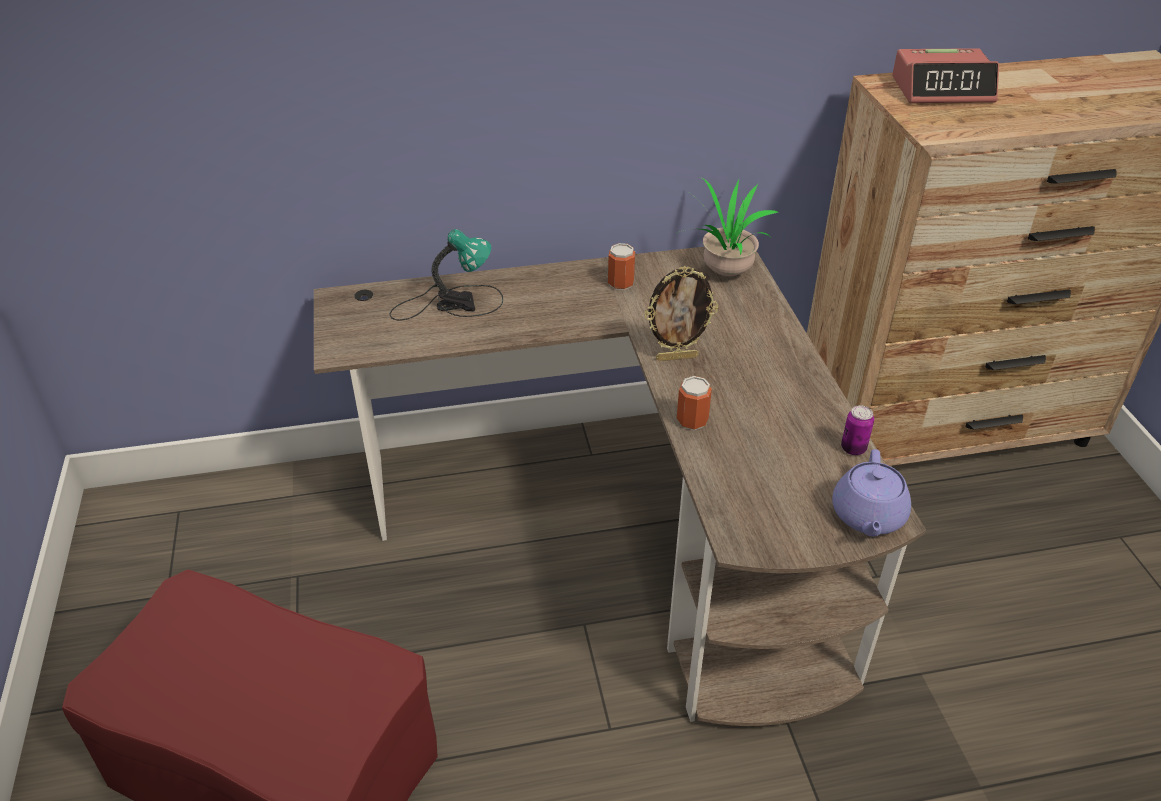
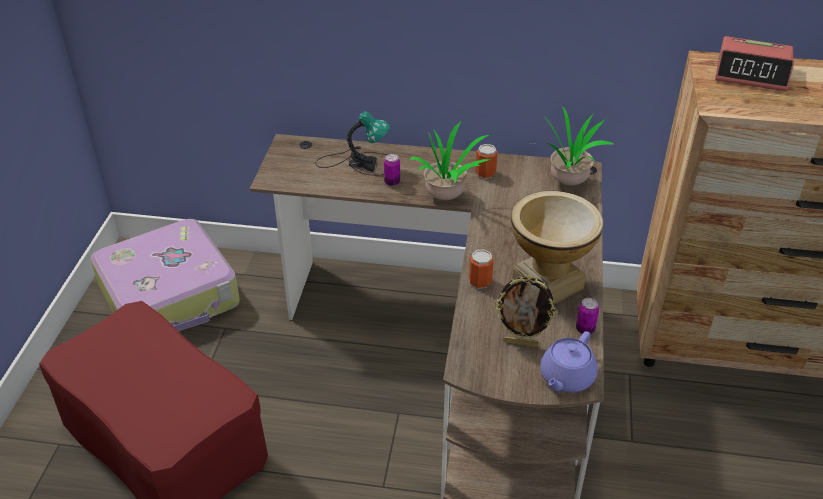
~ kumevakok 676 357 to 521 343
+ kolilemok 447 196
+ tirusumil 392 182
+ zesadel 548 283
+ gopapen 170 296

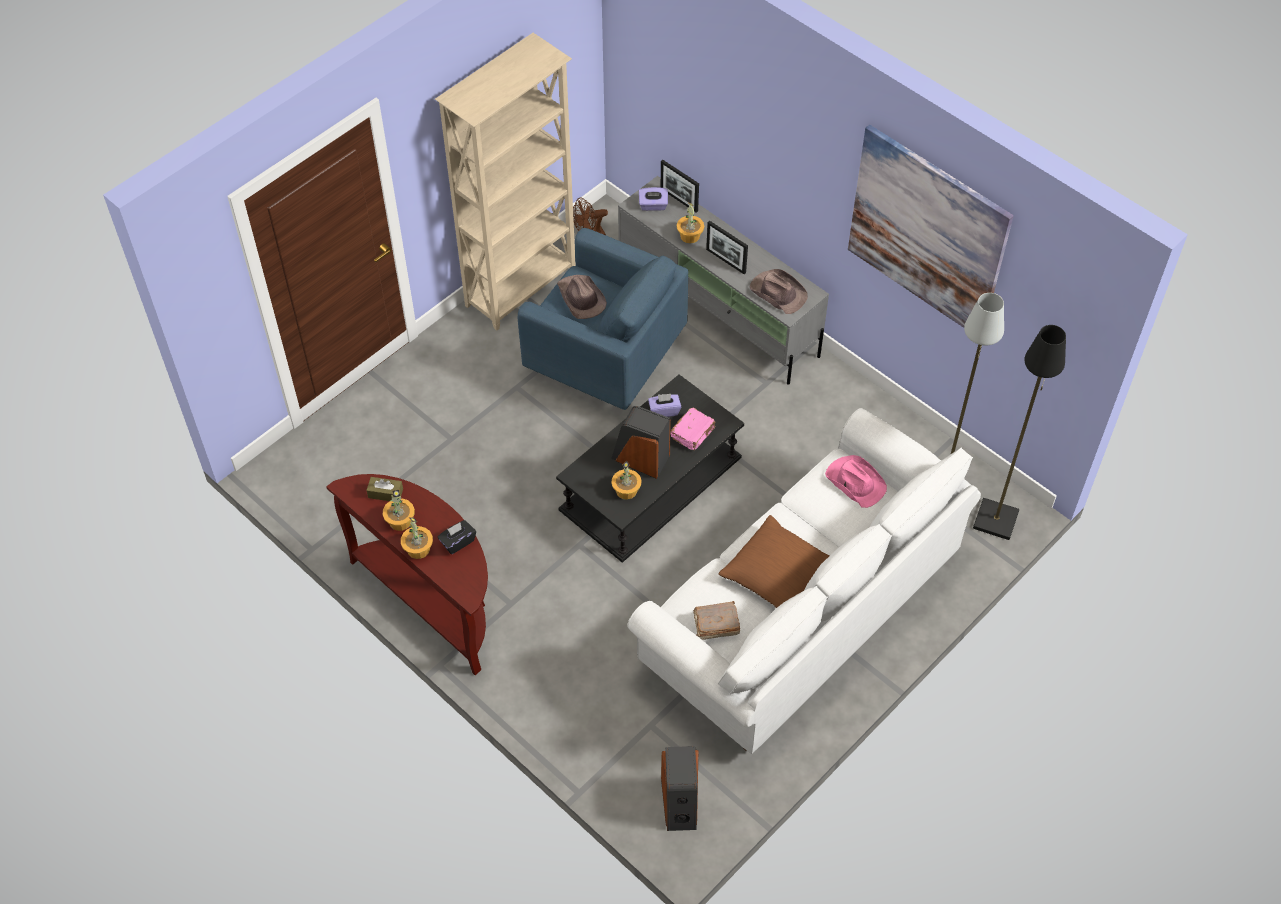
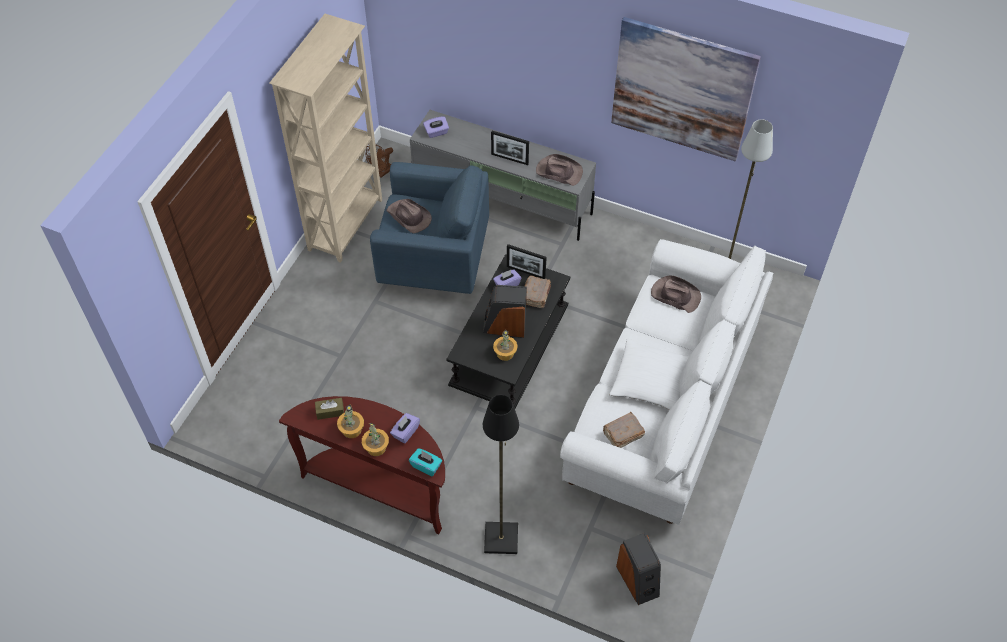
~ kumevakok 679 200 to 526 272
- kolilemok 689 236
~ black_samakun 996 519 to 501 538
~ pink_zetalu 693 433 to brown_zetalu 536 295
~ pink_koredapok 855 481 to brown_koredapok 675 295
~ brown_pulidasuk 778 575 to white_pulidasuk 651 382
~ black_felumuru 457 542 to purple_felumuru 405 432
+ turquoise_felumuru 426 466

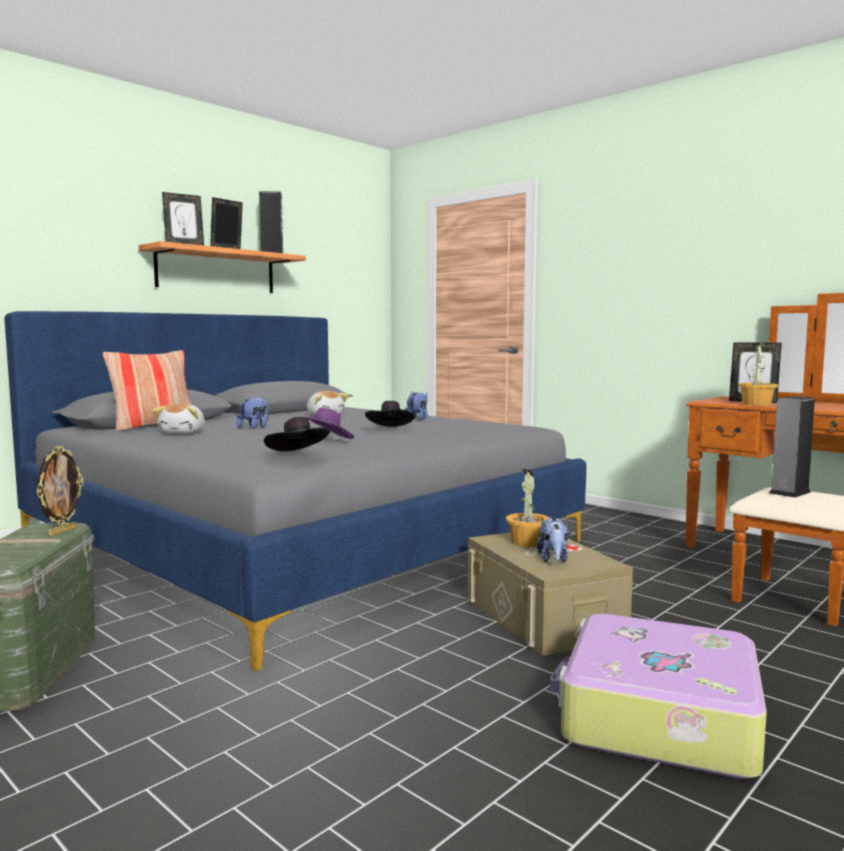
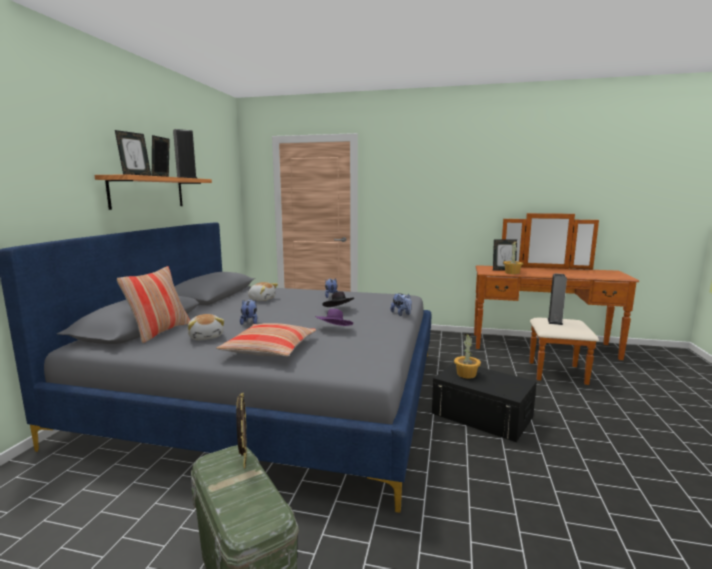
- black_koredapok 298 455
~ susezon 553 559 to 401 314
~ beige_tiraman 543 617 to black_tiraman 482 415
- gopapen 657 717
+ pulidasuk 269 349

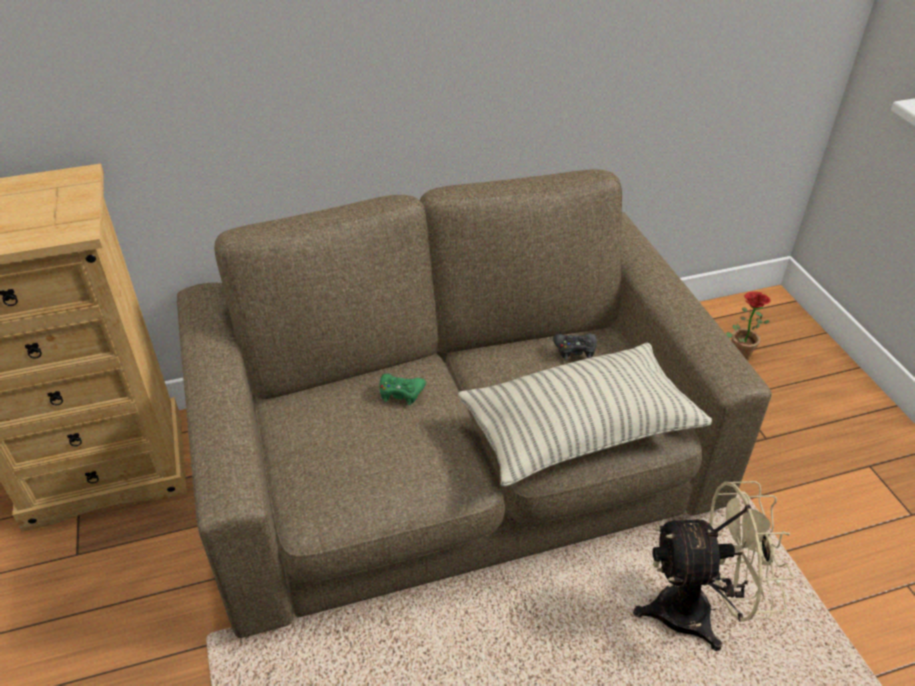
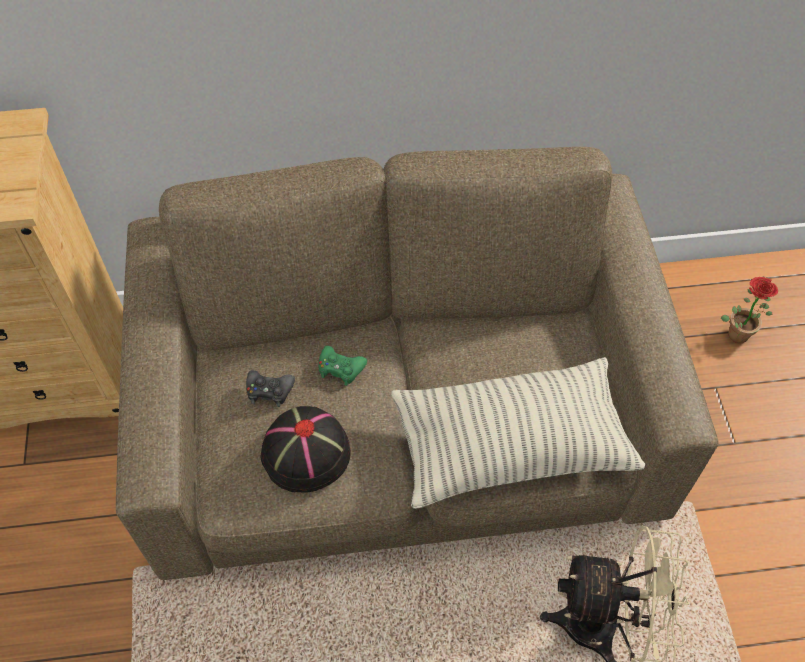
~ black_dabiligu 575 349 to 269 390
+ black_koredapok 305 453

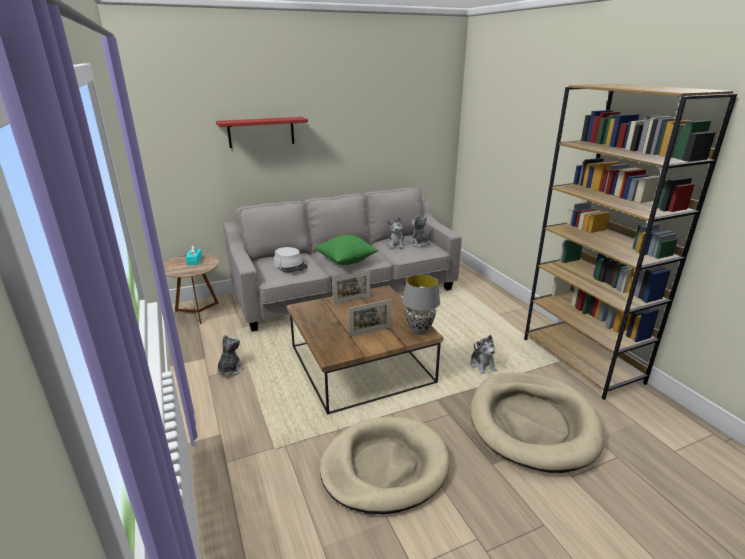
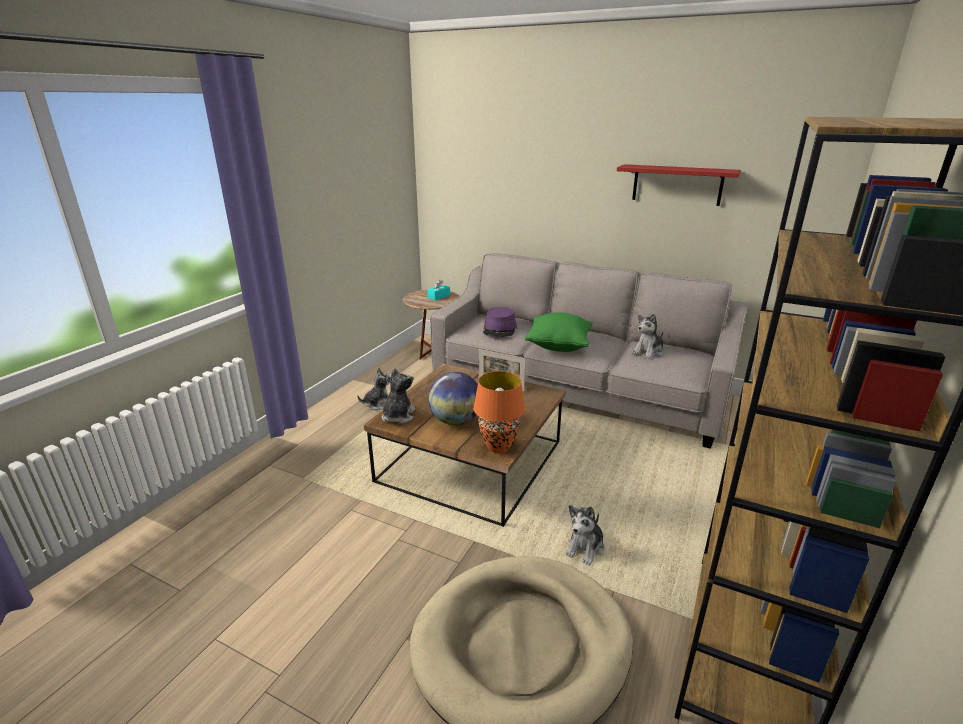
~ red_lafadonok 261 132 to 677 185
~ susezon 419 244 to 398 416
~ grey_koredapok 290 265 to purple_koredapok 499 329
~ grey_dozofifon 420 330 to orange_dozofifon 499 447
~ kumevakok 370 331 to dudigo 455 421
- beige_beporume 384 467

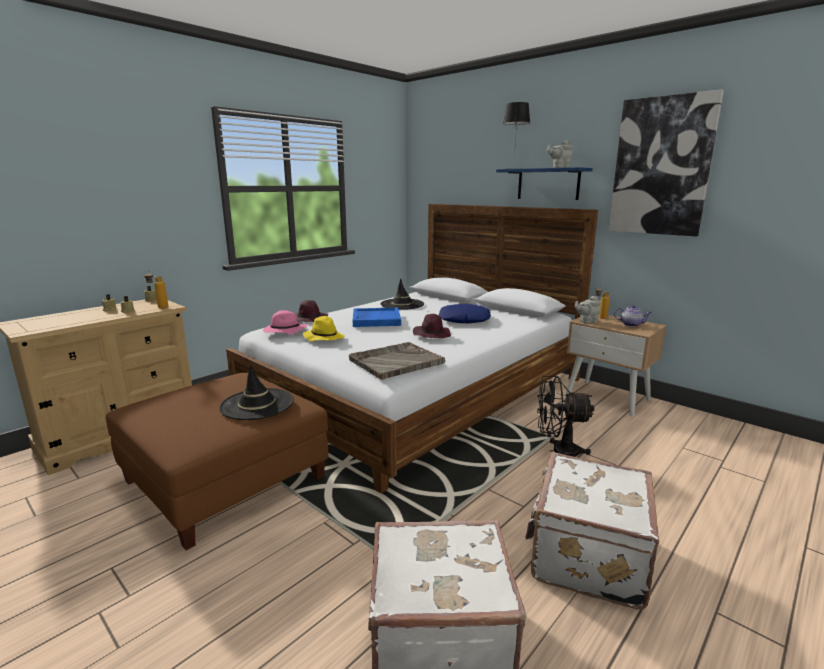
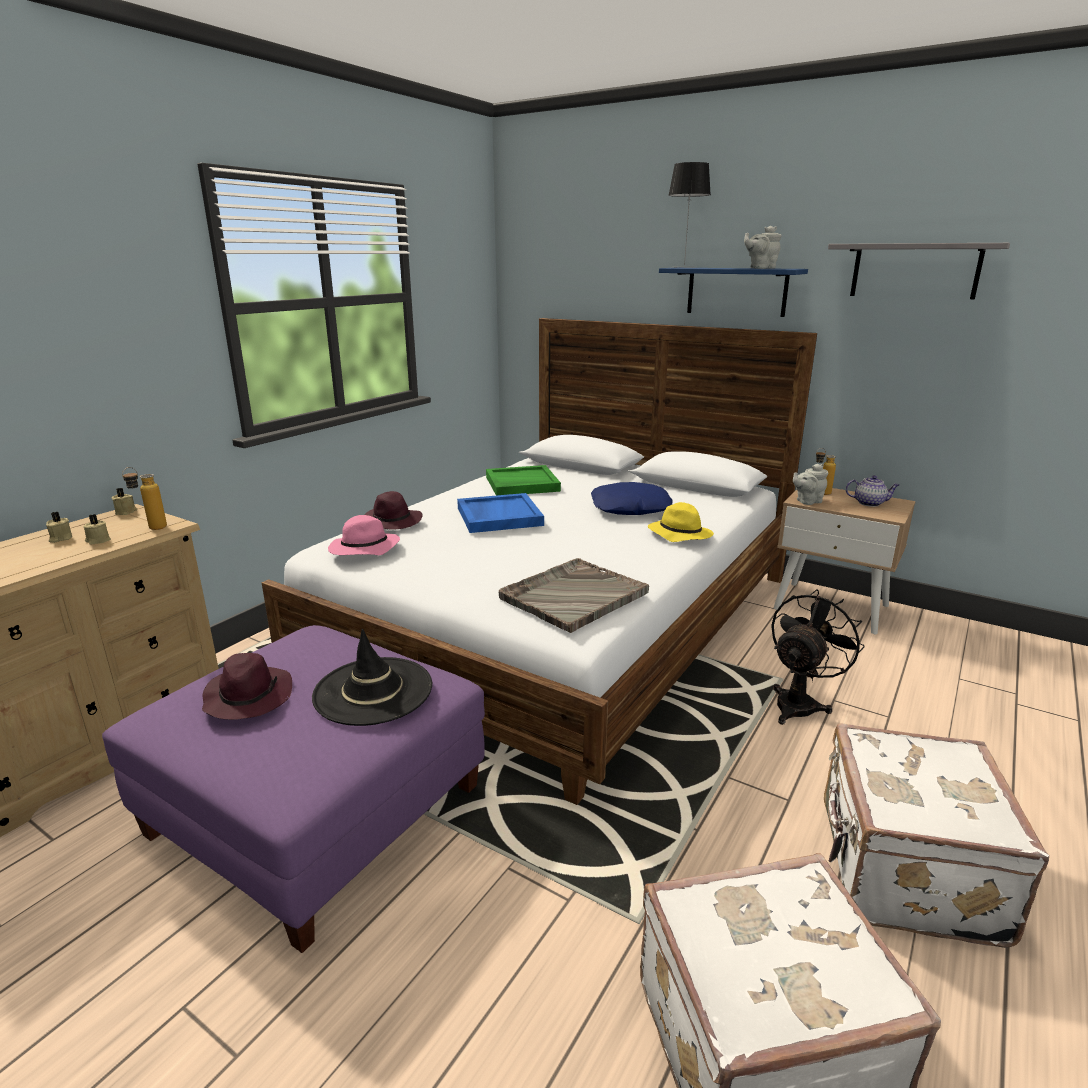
~ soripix 661 167 to grey_lafadonok 915 271
~ black_koredapok 402 304 to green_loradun 521 484
~ purple_koredapok 431 335 to 248 697
~ yellow_koredapok 323 338 to 679 534
~ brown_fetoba 227 479 to purple_fetoba 319 809
~ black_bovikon 557 452 = 799 703 135 degrees clockwise

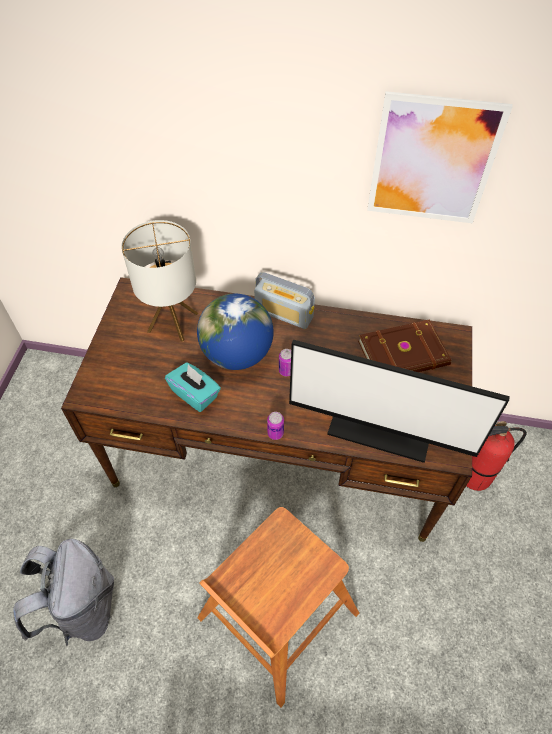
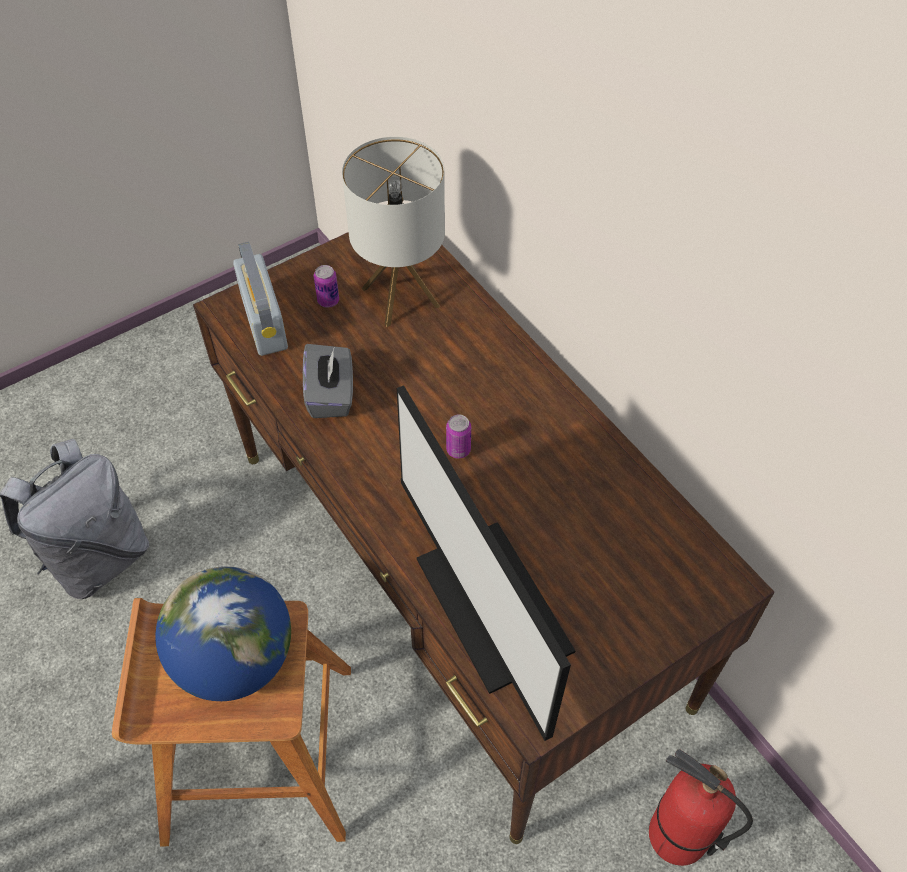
- soripix 432 161
~ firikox 284 314 to 264 321
~ dudigo 237 354 to 235 659
- brown_zetalu 404 354
~ turquoise_felumuru 195 394 to grey_felumuru 331 395
~ tirusumil 275 433 to 328 301

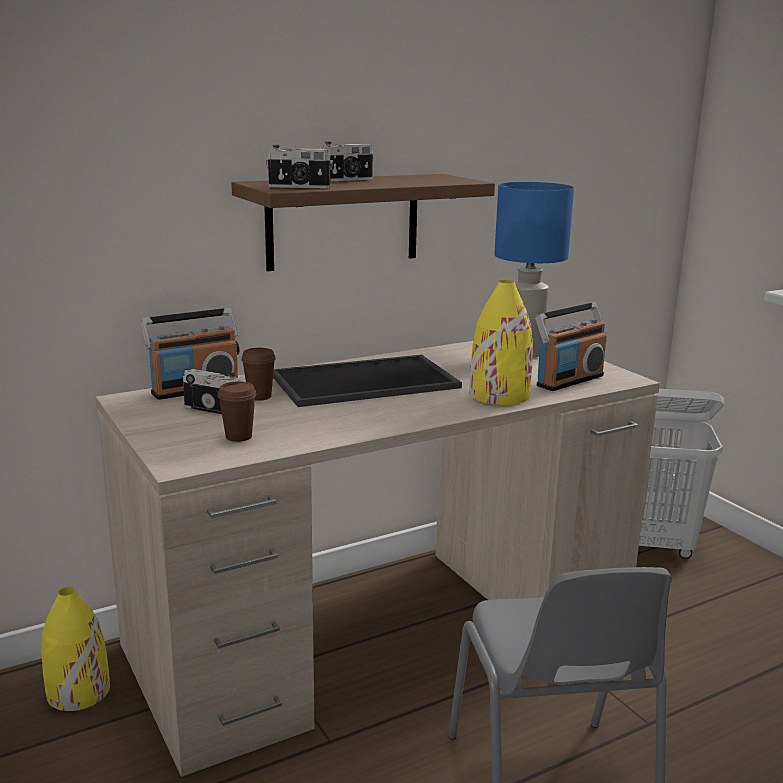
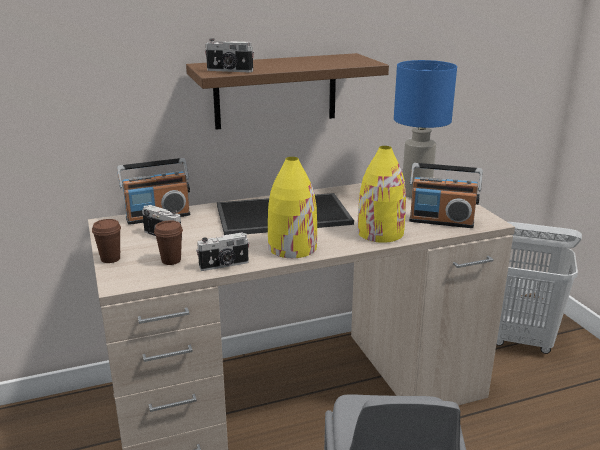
~ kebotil 347 180 to 224 265
~ firikox 569 380 = 441 221 45 degrees clockwise
~ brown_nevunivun 259 396 to 110 259
~ yellow_zesadel 78 691 to 292 247

